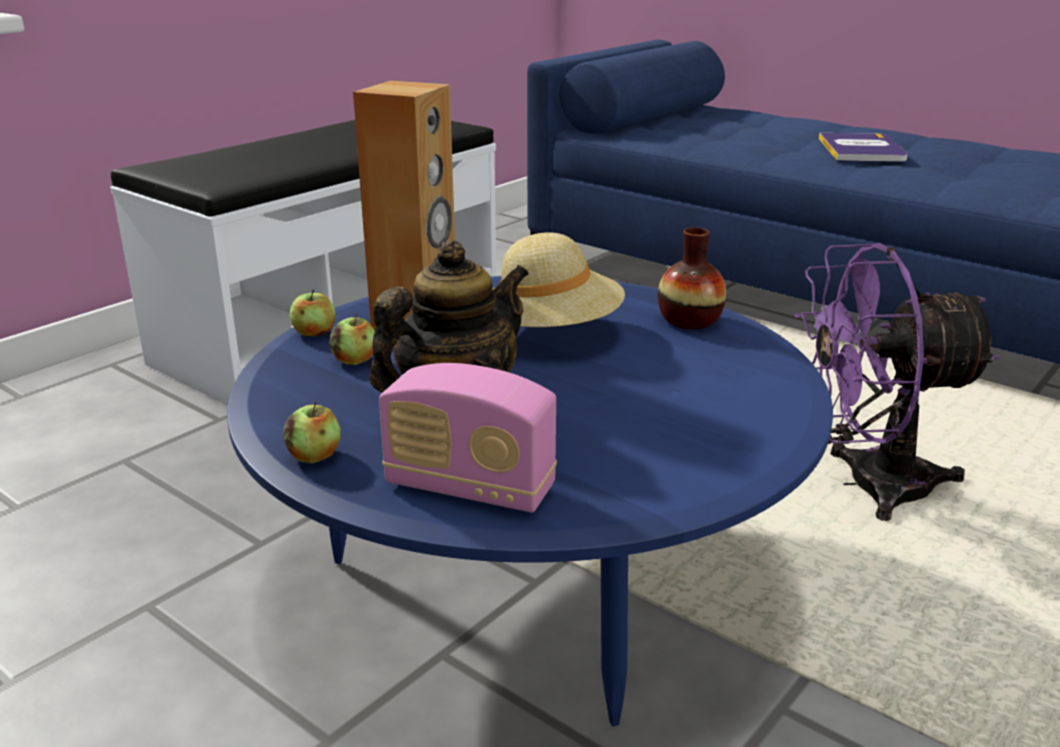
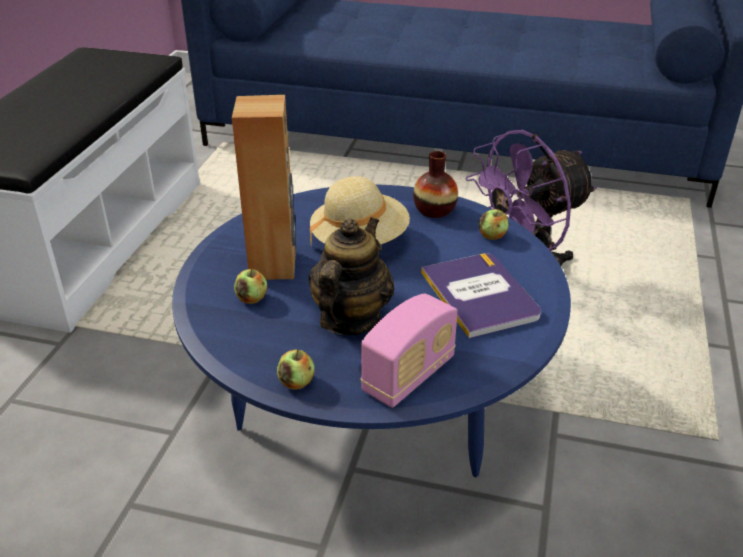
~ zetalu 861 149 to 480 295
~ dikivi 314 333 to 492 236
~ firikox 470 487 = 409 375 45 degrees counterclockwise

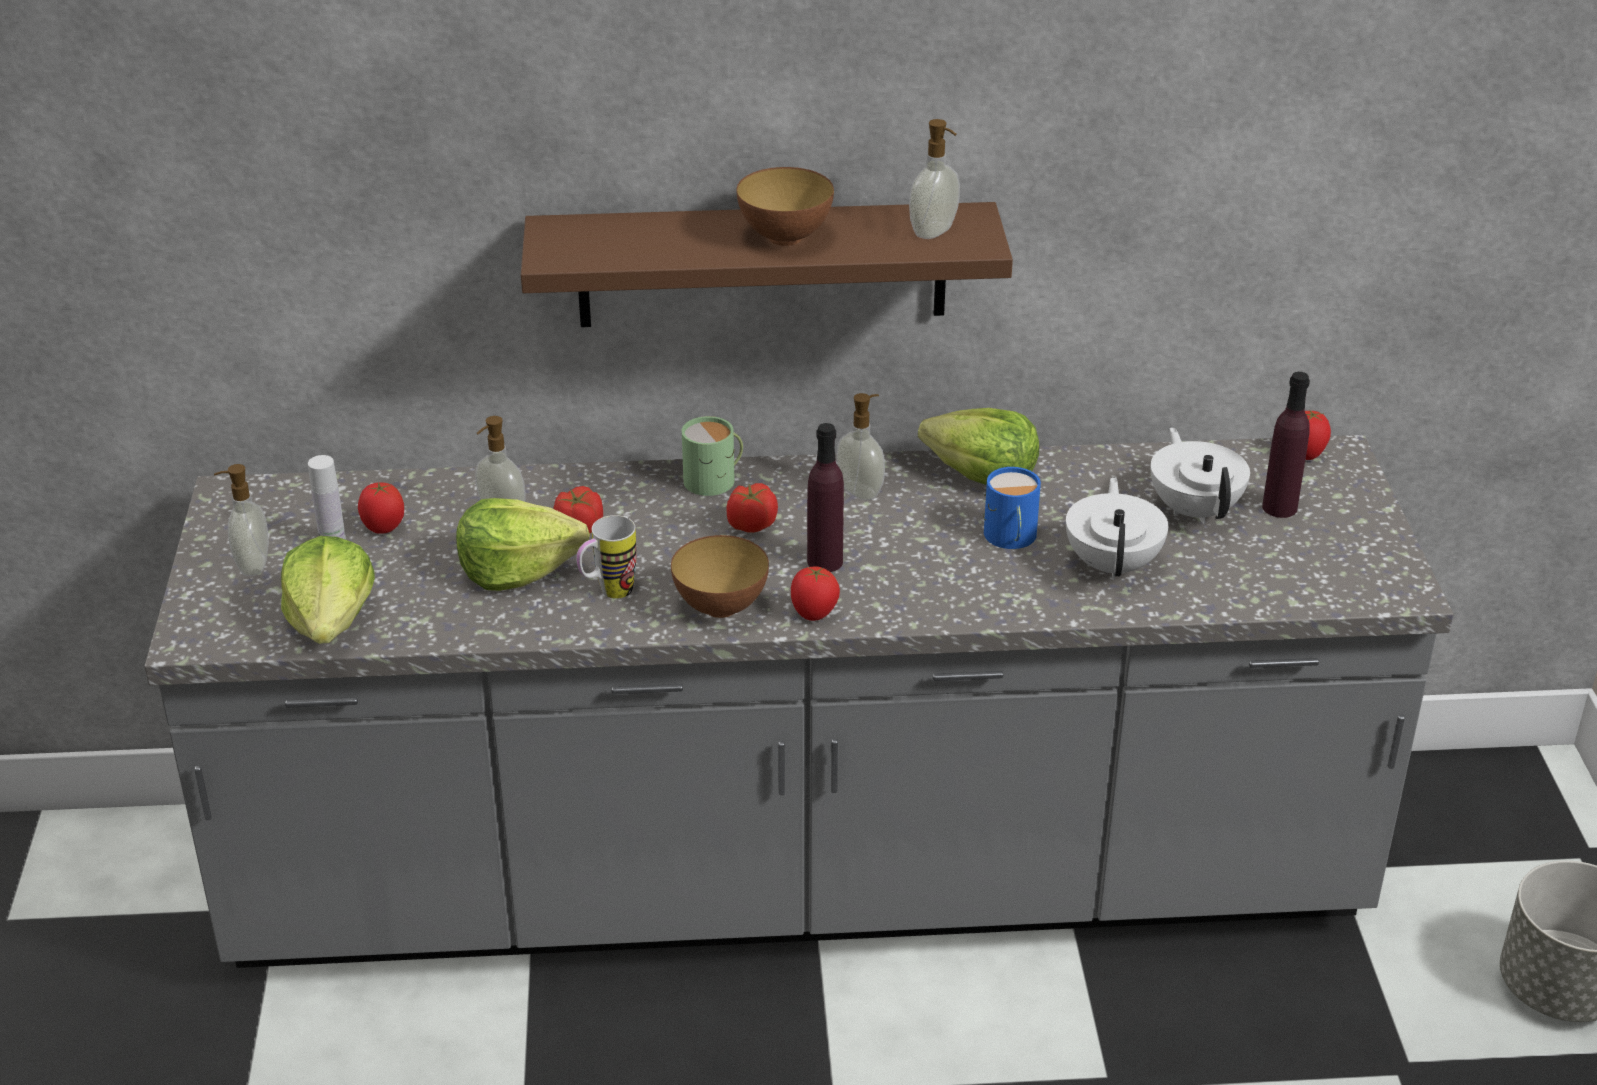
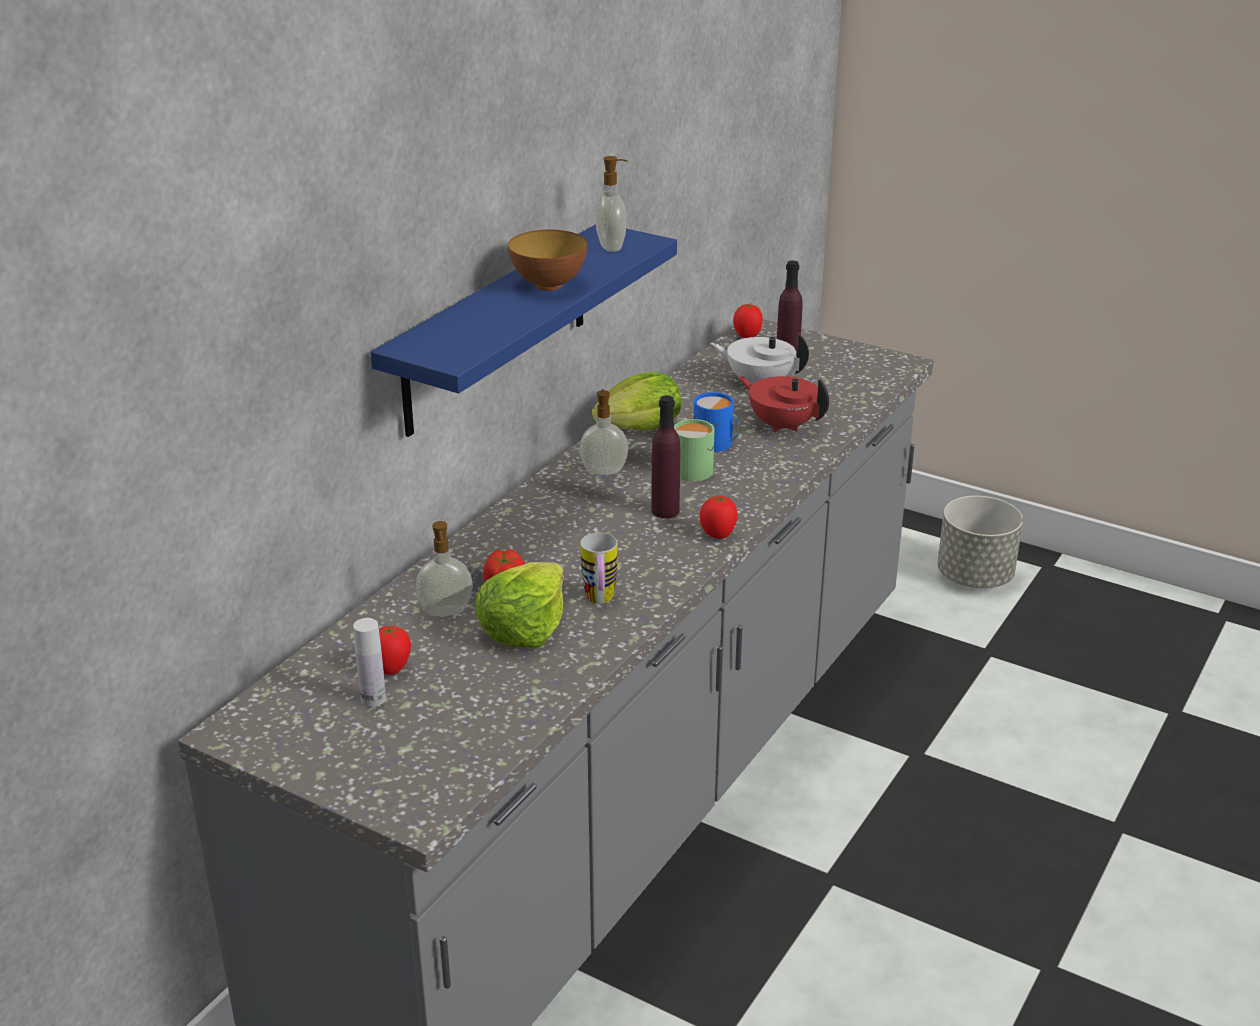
~ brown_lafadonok 762 264 to blue_lafadonok 496 329
~ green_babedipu 715 480 to 694 468
- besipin 251 565
~ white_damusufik 1113 564 to red_damusufik 782 425
- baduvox 751 524
- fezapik 721 607
- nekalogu 331 621

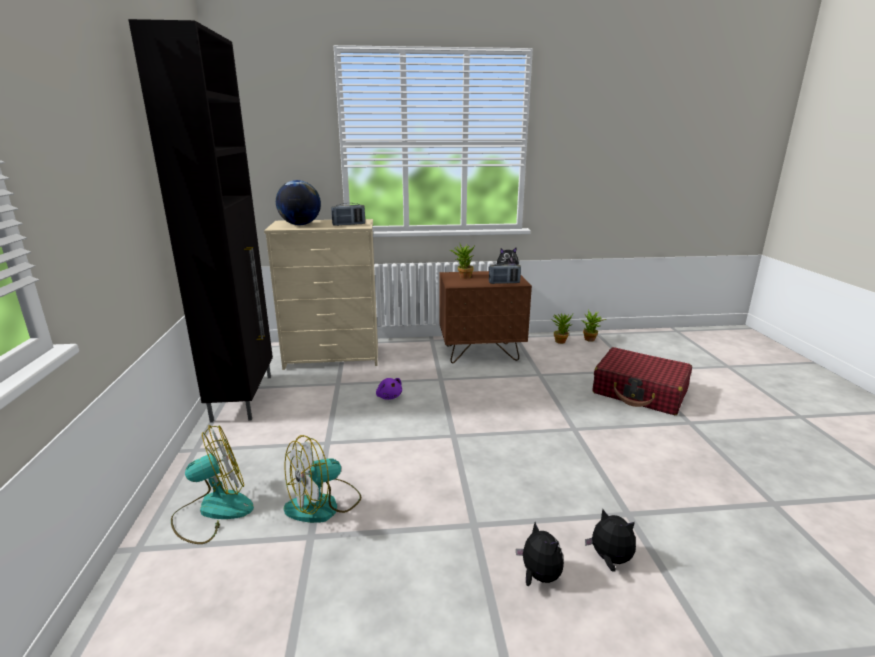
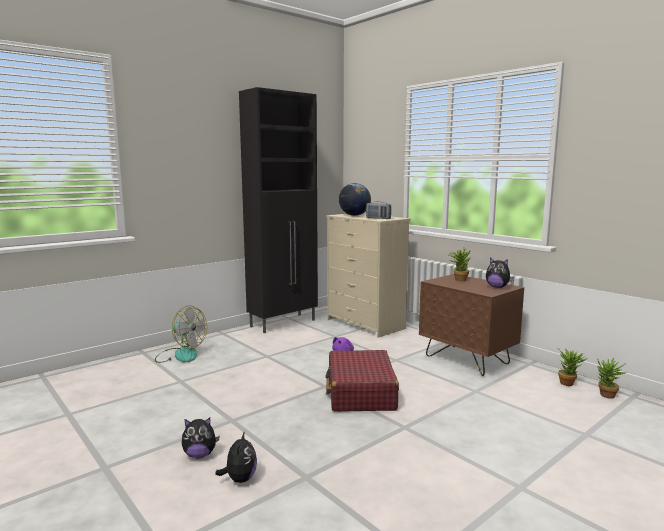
- firikox 504 283
~ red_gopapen 640 392 to 360 392
- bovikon 323 504
~ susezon 538 576 = 200 455 60 degrees clockwise

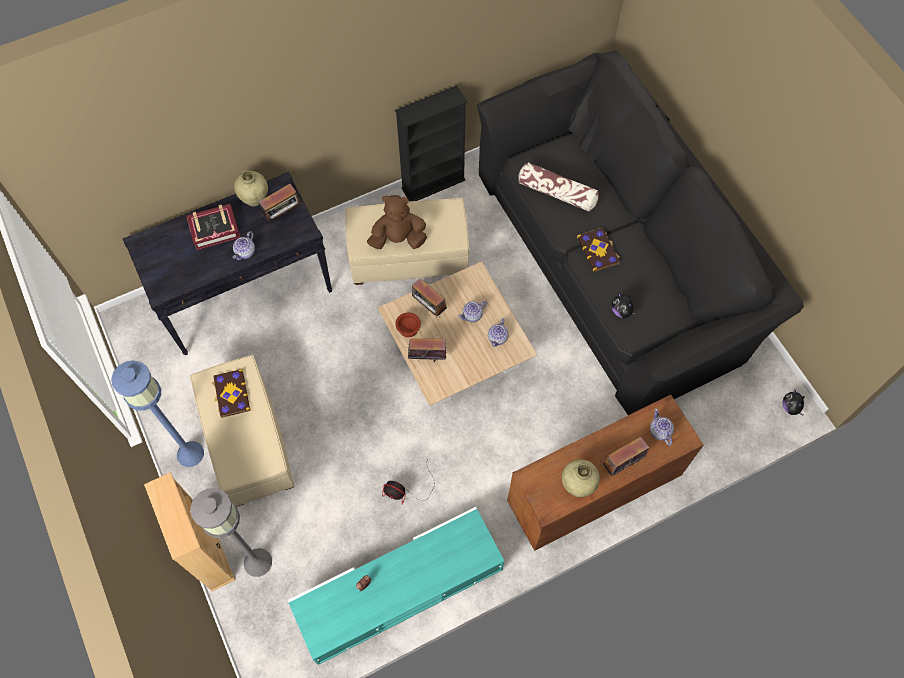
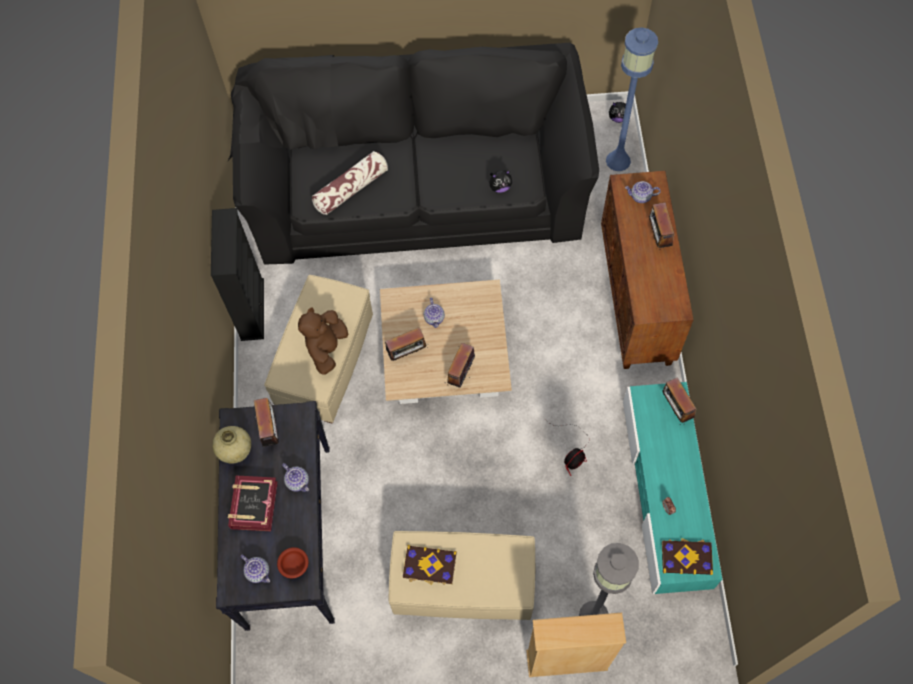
~ zetalu 598 250 to 686 557
~ brown_fezapik 408 329 to 295 567
~ damusufik 498 338 to 258 572
~ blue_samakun 190 454 to 618 161
- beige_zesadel 577 485
+ firikox 675 408

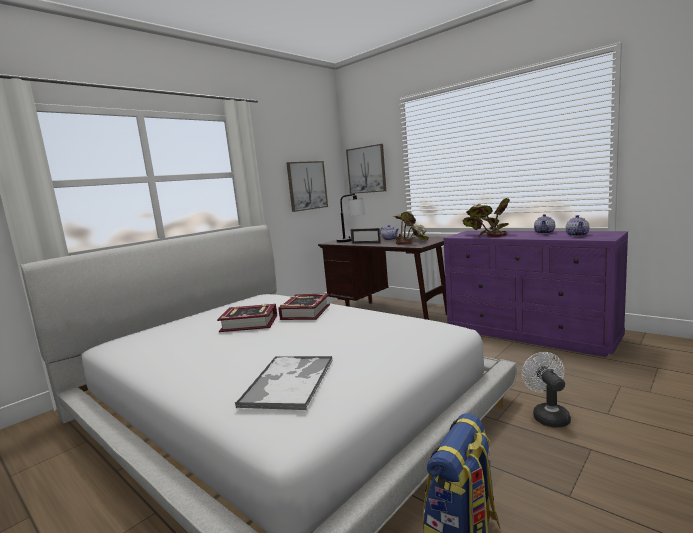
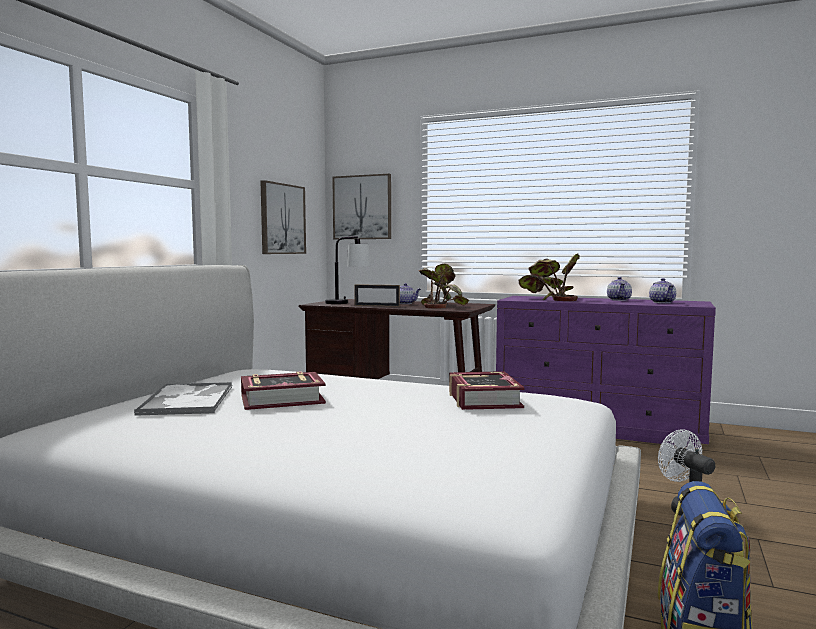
~ zetalu 305 312 to 483 399
~ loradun 289 381 to 188 400

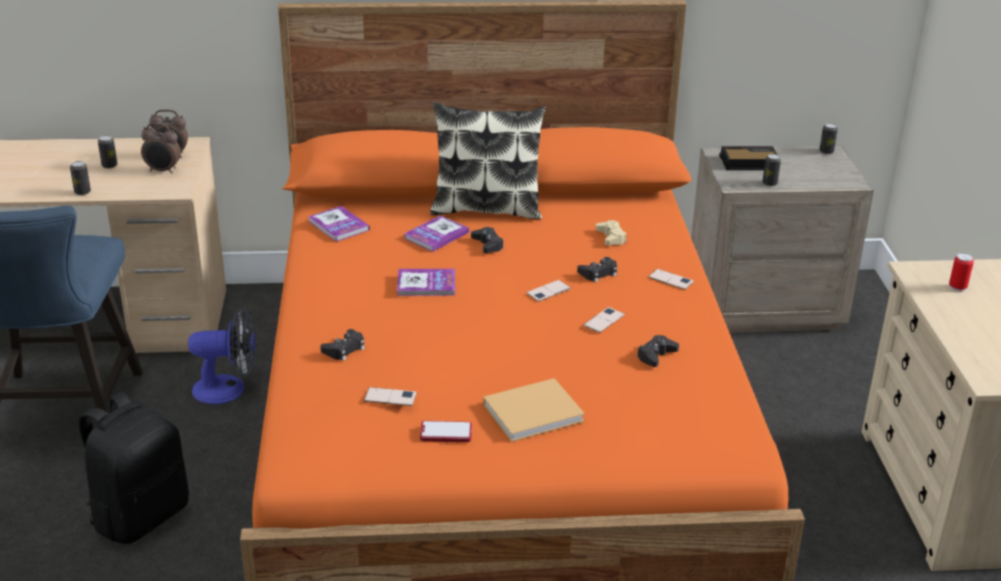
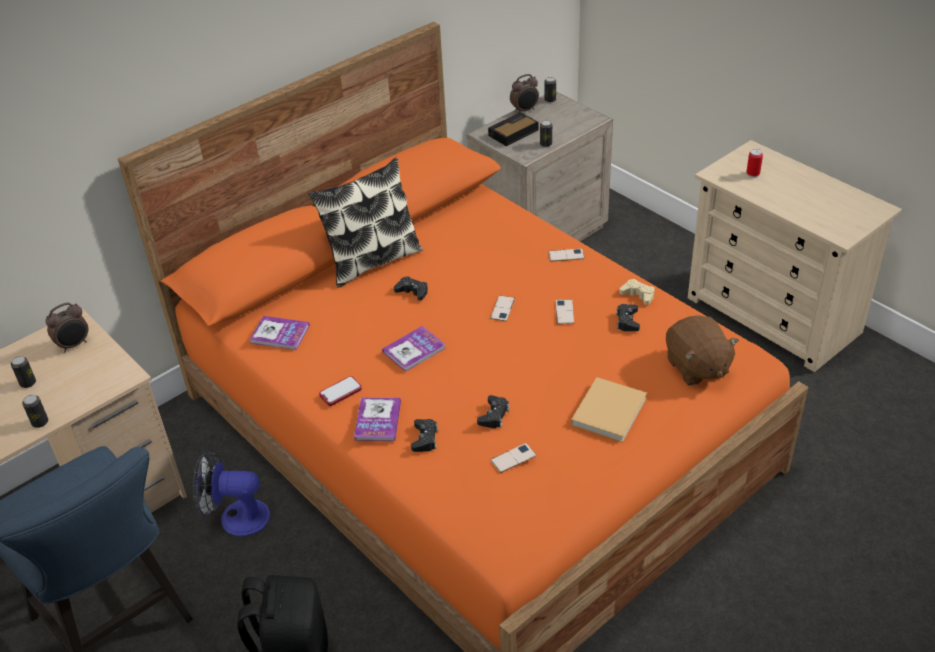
~ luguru 163 171 to 525 110
~ zetalu 436 235 to 378 420
~ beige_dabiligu 611 237 to 638 295
~ black_dabiligu 598 273 to 494 415
~ bovikon 228 389 = 236 517 135 degrees counterclockwise
~ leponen 446 433 to 340 392
+ brown_susezon 696 367

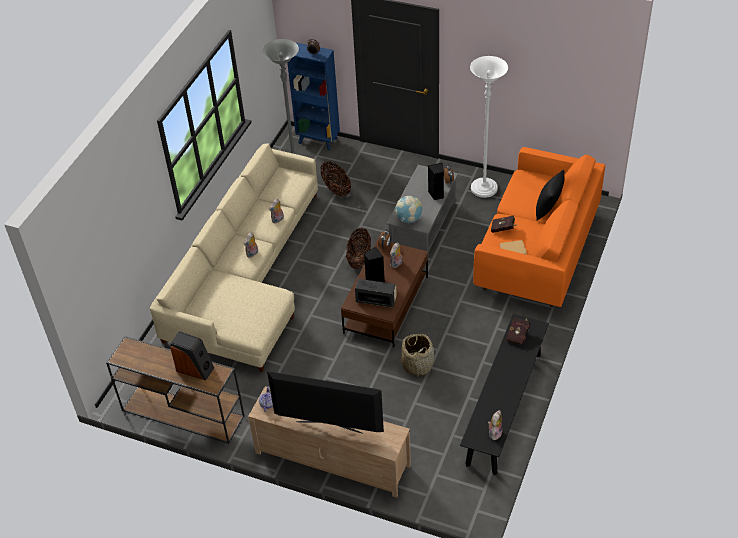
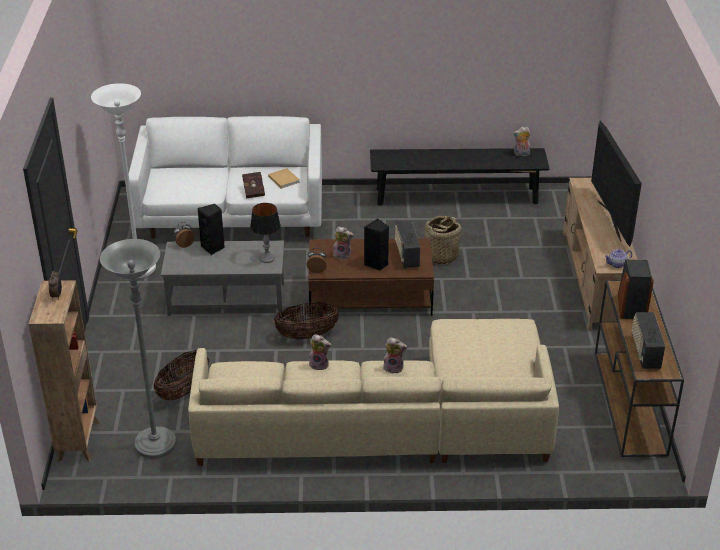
~ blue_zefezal 318 141 to brown_zefezal 79 440
~ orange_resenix 537 252 to white_resenix 232 214
- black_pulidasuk 548 209
~ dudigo 409 219 to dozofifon 267 258
- red_zetalu 518 335
+ firikox 645 352

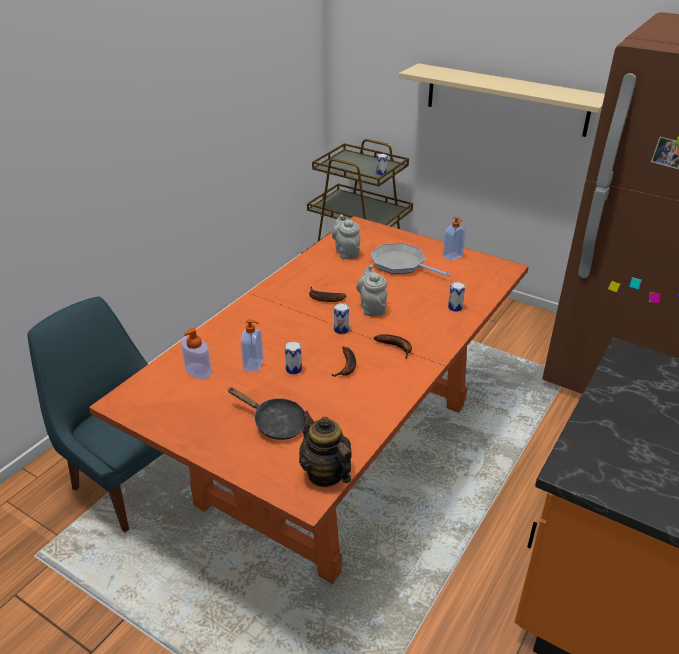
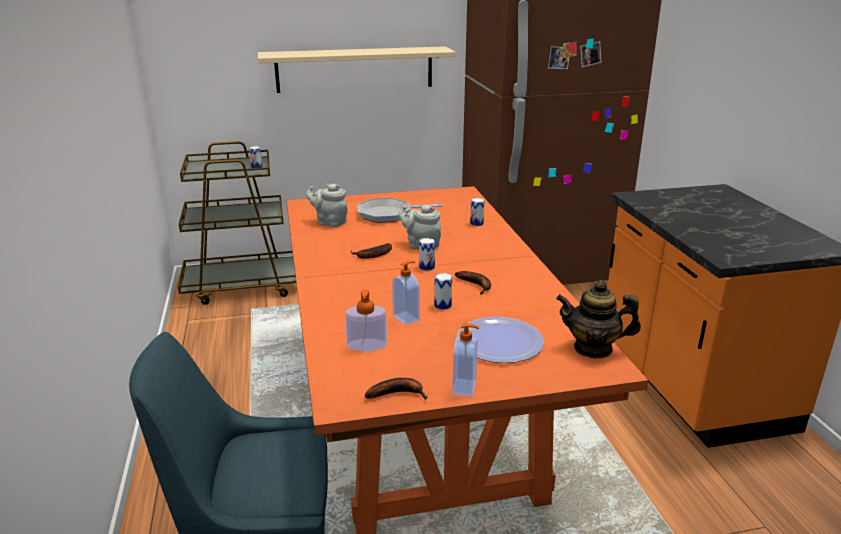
~ besipin 452 257 to 465 388
~ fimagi 397 347 to 398 393
~ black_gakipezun 275 423 to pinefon 499 342

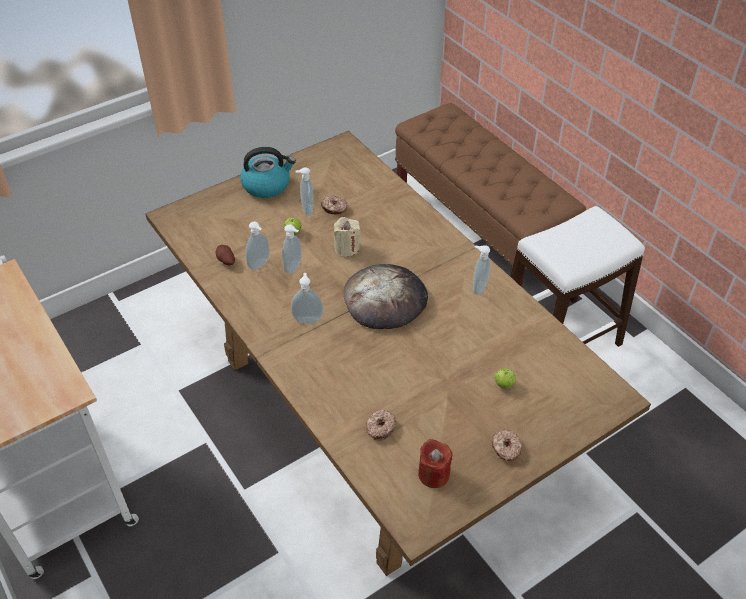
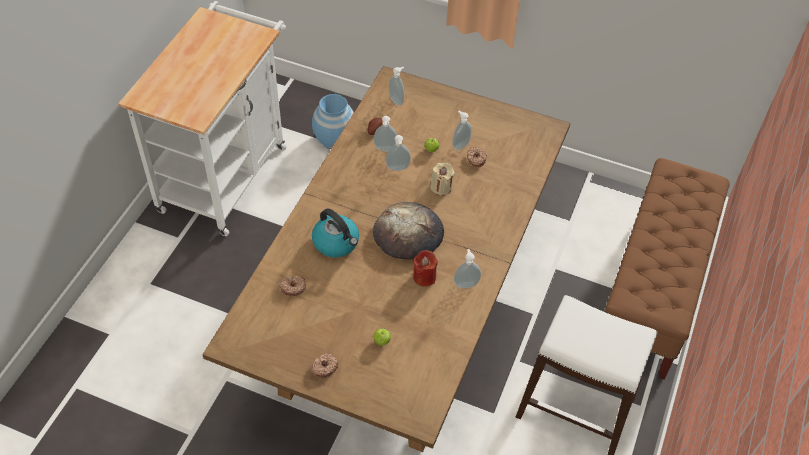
~ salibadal 267 185 to 336 243
~ besipin 308 318 to 397 100
~ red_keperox 433 474 to 424 277
+ blue_zesadel 335 139

